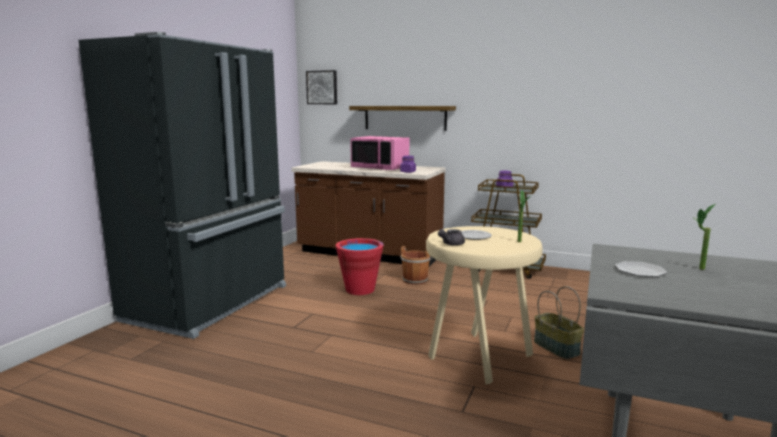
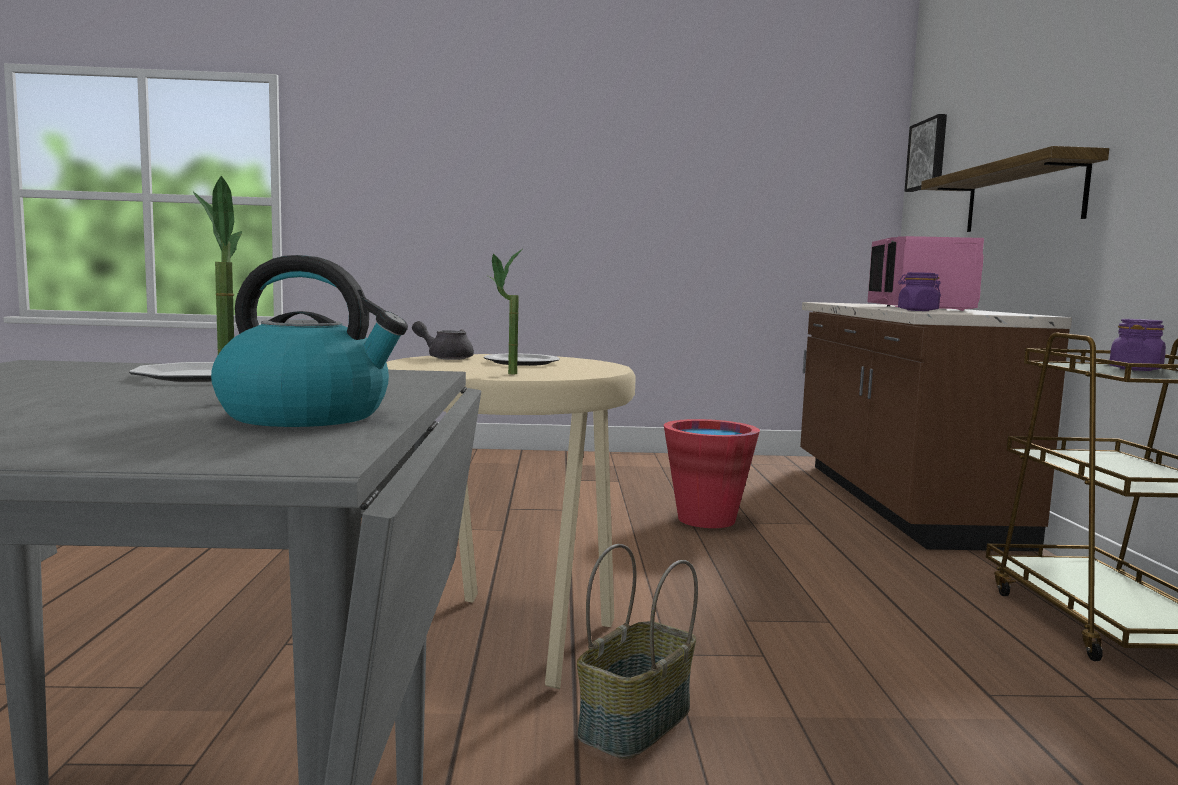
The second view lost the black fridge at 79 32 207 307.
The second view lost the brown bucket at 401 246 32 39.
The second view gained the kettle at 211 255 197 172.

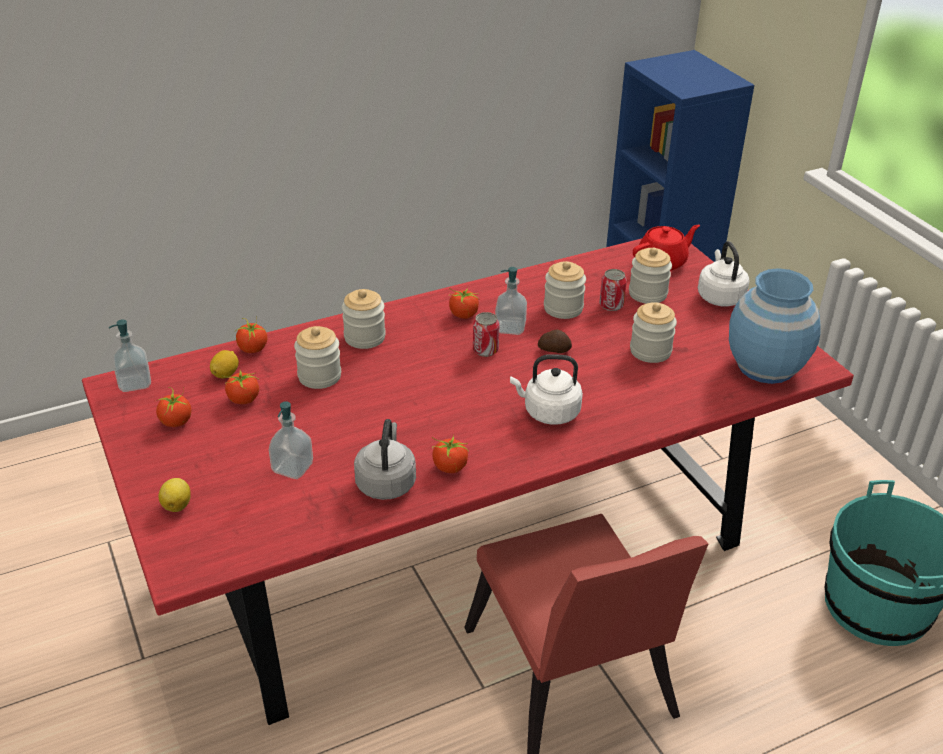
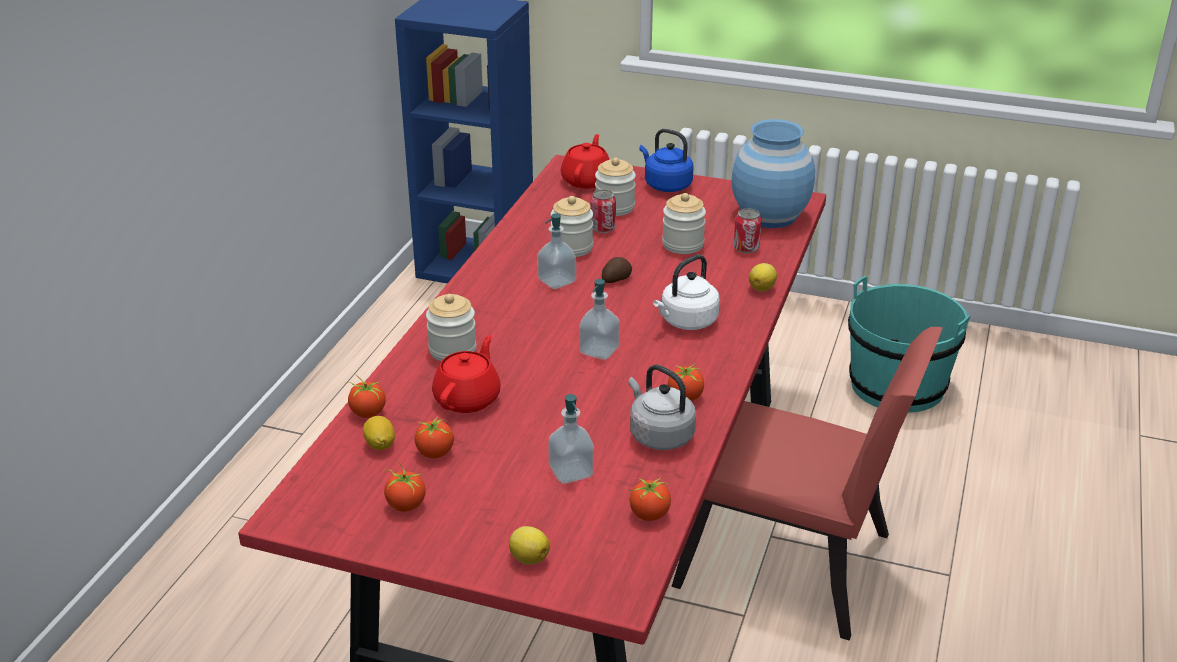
The second view gained the lemon at 749 263 28 29.
The soap dispenser ended up elsewhere, having gone from 109 320 42 72 to 579 279 41 81.
The tomato ended up elsewhere, having gone from 449 287 31 32 to 628 477 43 44.
The can ended up elsewhere, having gone from 473 312 26 45 to 734 208 28 45.
Where the jar stood at 294 326 47 63, the red teapot came to stand at 432 335 69 78.
What was the white kettle at 698 241 52 66 turned into the blue kettle at 639 129 55 63.

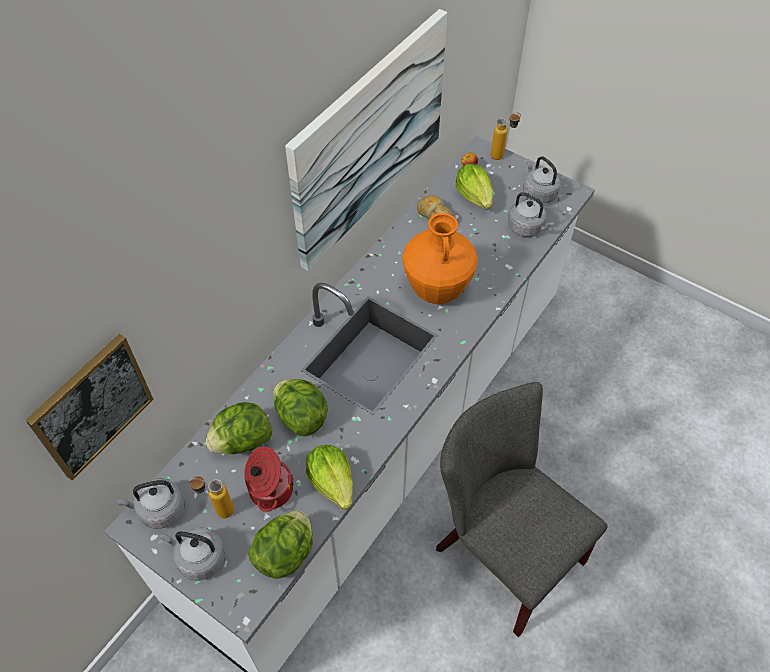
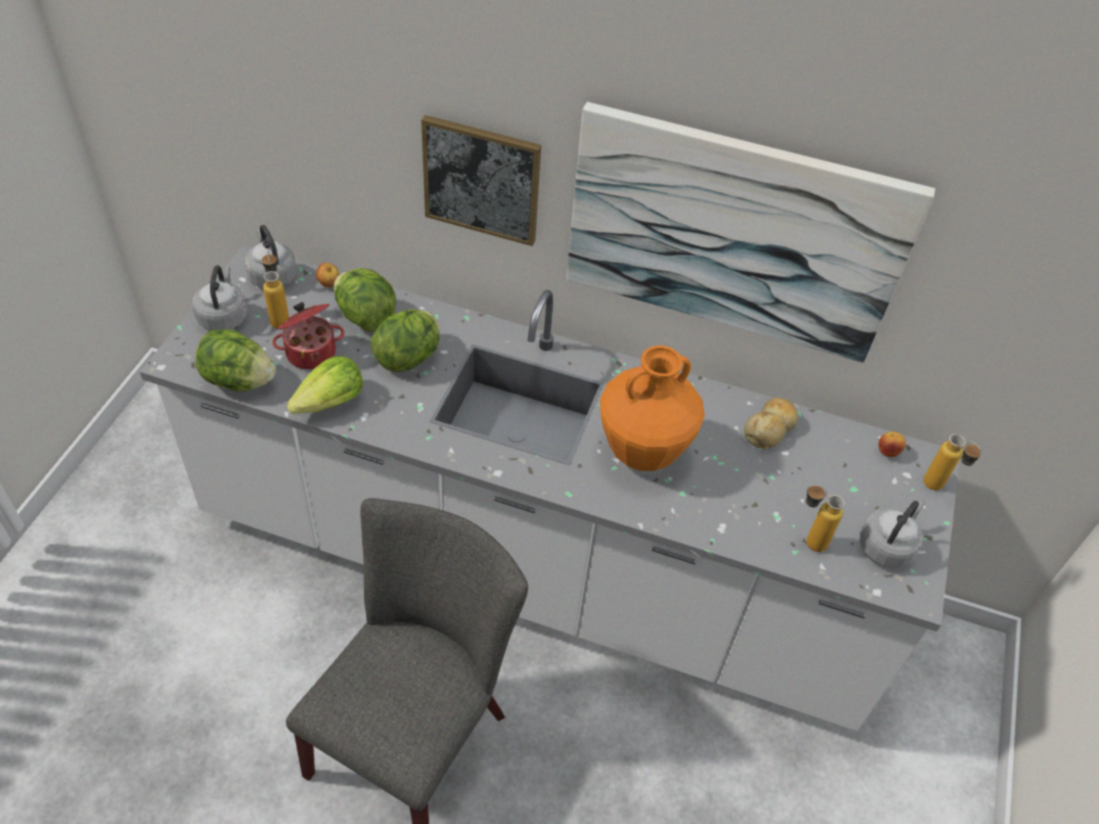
The second view lost the lettuce at 455 164 38 45.
The second view gained the apple at 316 263 24 24.
The picture ended up elsewhere, having gone from 25 334 129 147 to 421 115 120 131.
Where the grey kettle stood at 508 192 47 45, the bottle came to stand at 806 485 39 67.

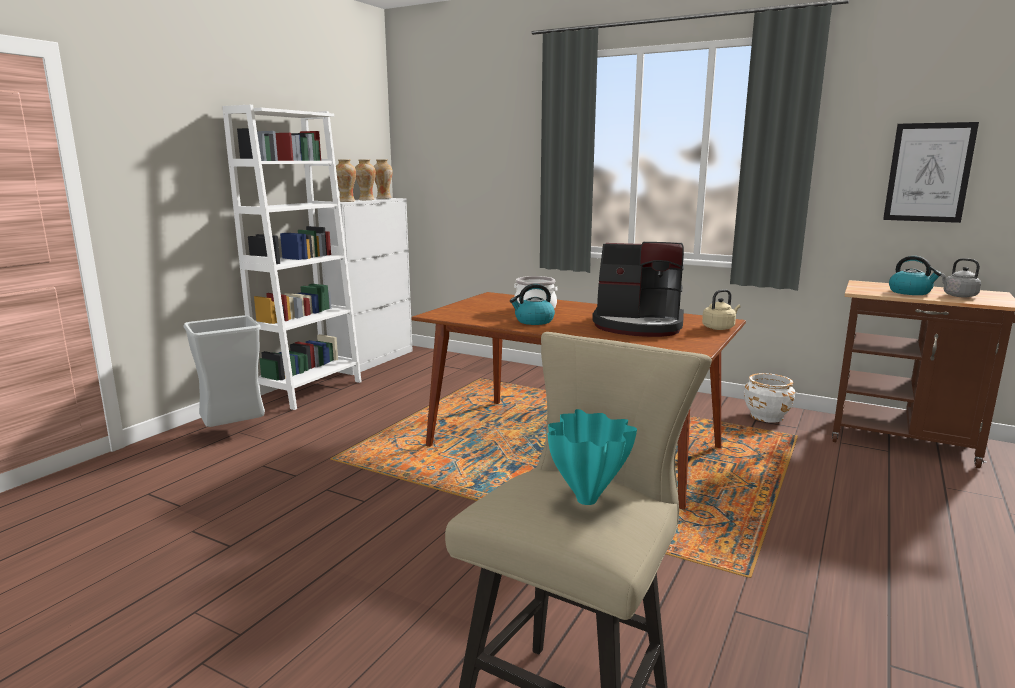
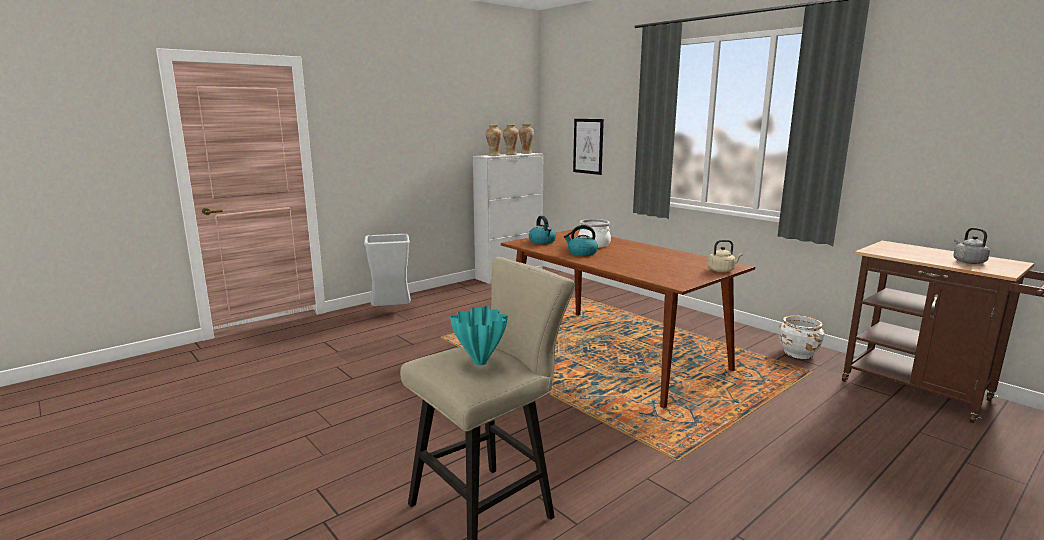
The second view lost the white bookcase at 222 105 140 305.
The second view lost the coffee machine at 592 242 92 95.
The picture ended up elsewhere, having gone from 883 122 96 101 to 573 119 31 56.
The kettle ended up elsewhere, having gone from 889 256 53 39 to 529 216 27 28.

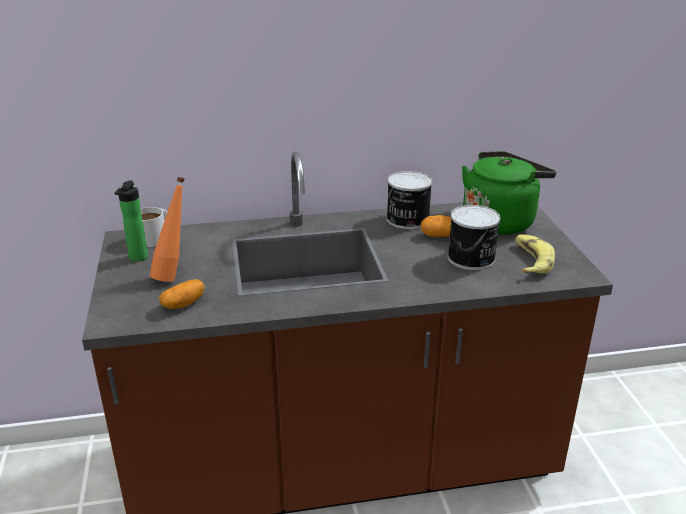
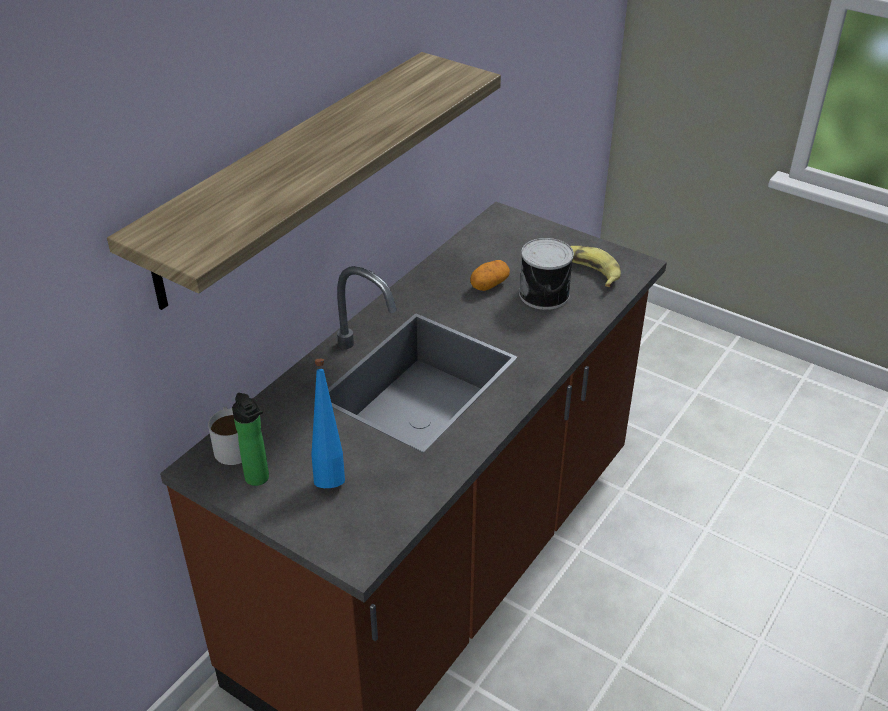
The second view lost the potato at 159 279 45 30.
The second view lost the can at 387 171 45 58.
The second view lost the green kettle at 462 151 94 84.
The second view gained the shelf at 107 52 394 258.
What was the orange bottle at 150 177 35 105 turned into the blue bottle at 311 359 34 129.

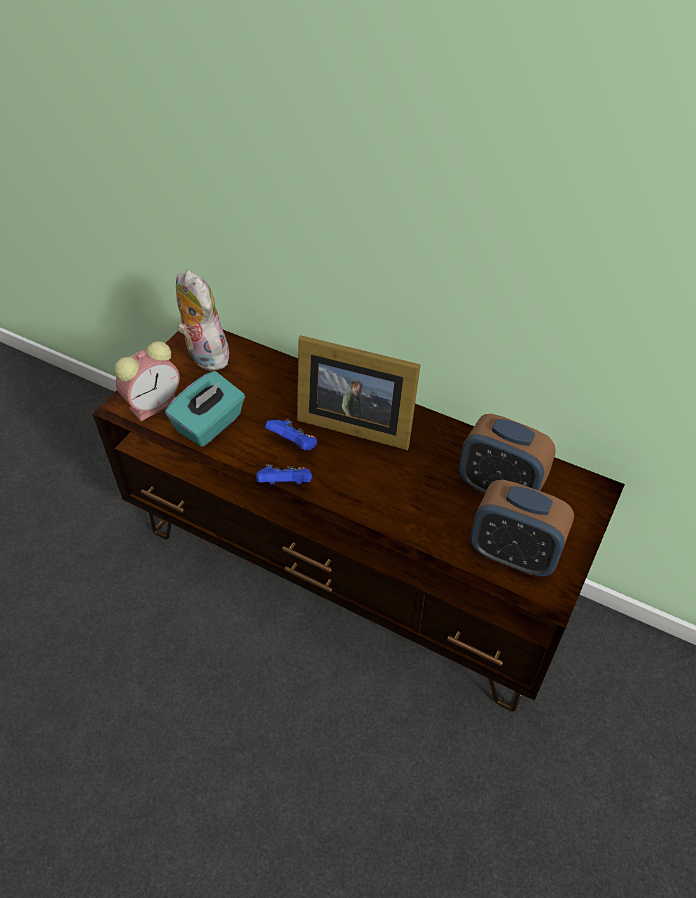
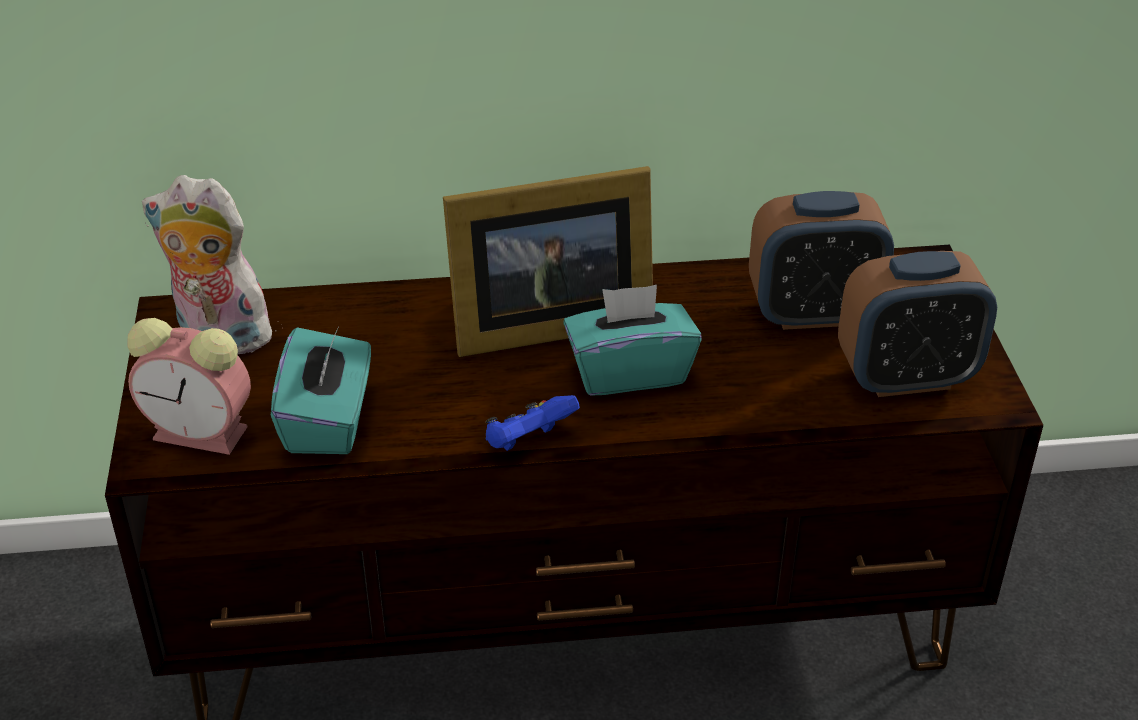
The second view lost the blue game controller at 265 418 52 32.
The second view gained the turquoise tissue box at 563 285 139 111.
The alarm clock at 115 341 65 80 ended up facing another way, 90 degrees clockwise from before.

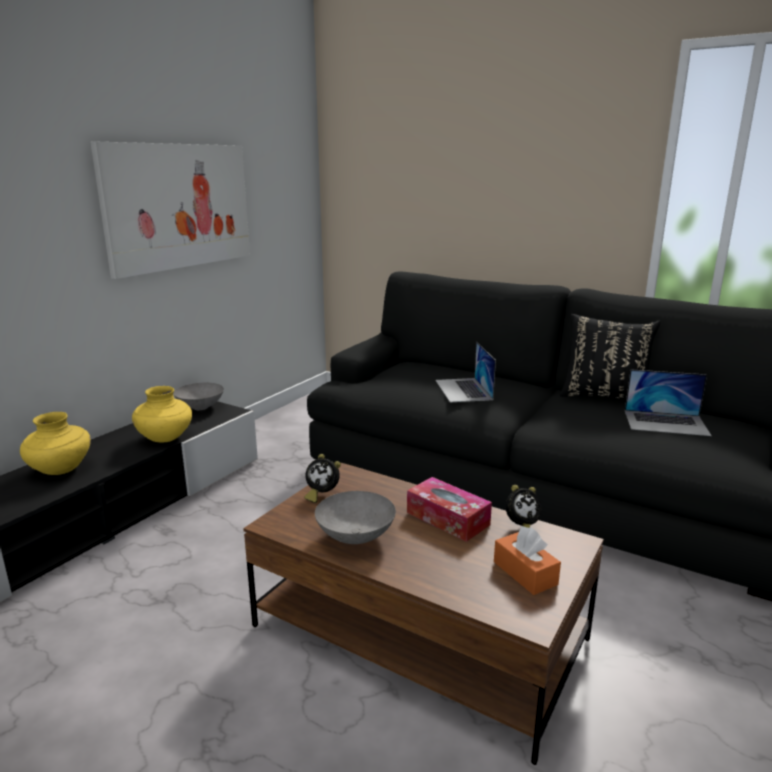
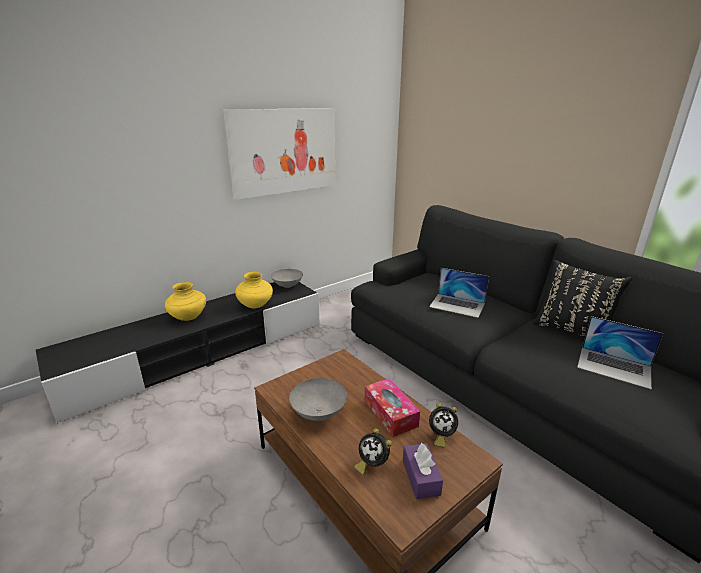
The alarm clock ended up elsewhere, having gone from 304 454 37 49 to 354 428 38 47.
What was the orange tissue box at 494 526 67 69 turned into the purple tissue box at 403 442 40 57.
The laptop at 435 342 61 60 ended up facing another way, 75 degrees counterclockwise from before.

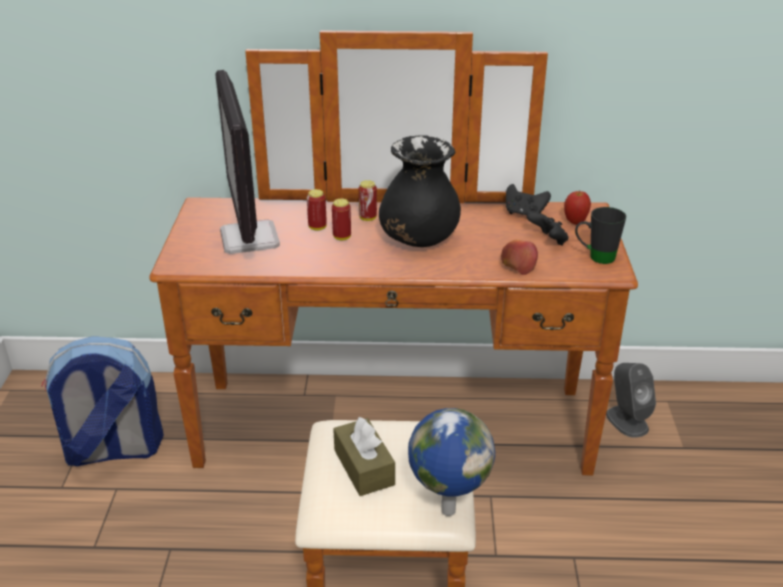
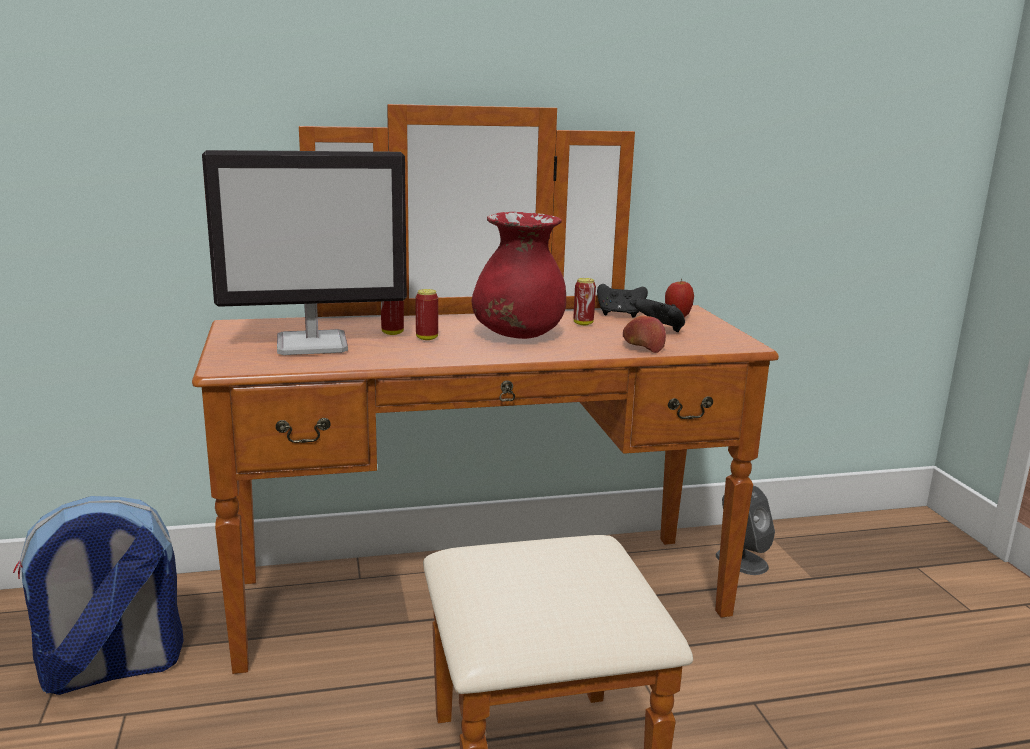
The second view lost the brown tissue box at 333 417 62 79.
The second view lost the globe at 408 408 87 108.
The second view lost the black mug at 575 207 51 57.
The can ended up elsewhere, having gone from 359 180 18 41 to 574 278 22 47.
What was the black vase at 379 135 82 112 turned into the red vase at 472 212 94 127.
The monitor at 215 70 65 184 ended up facing another way, 75 degrees counterclockwise from before.

